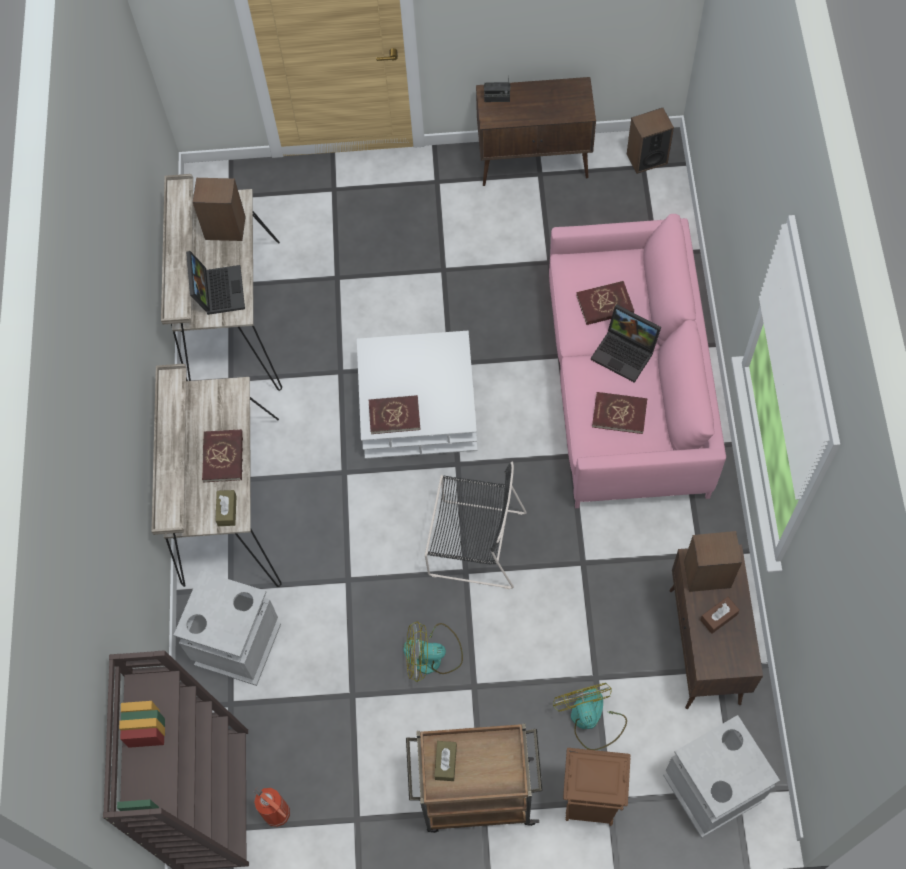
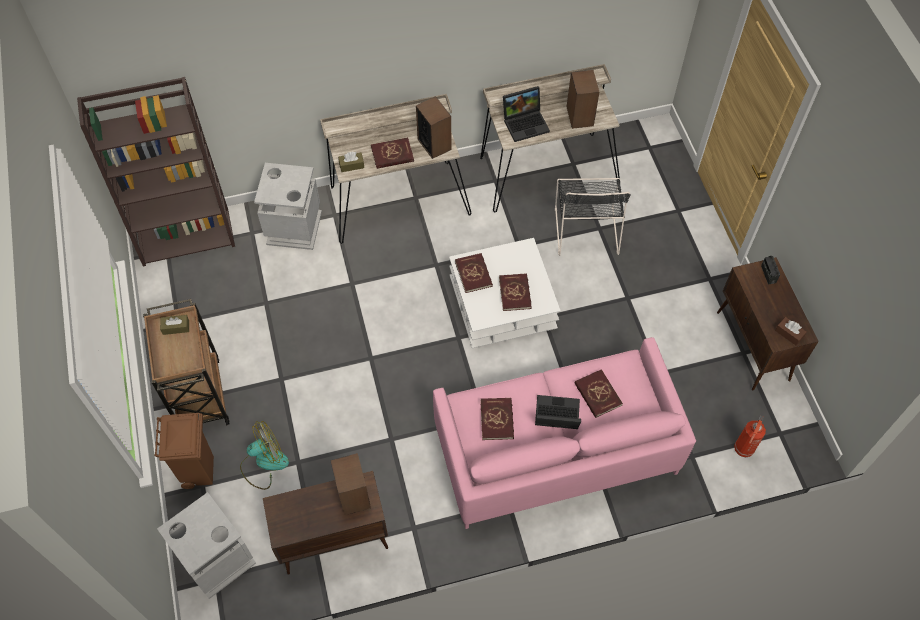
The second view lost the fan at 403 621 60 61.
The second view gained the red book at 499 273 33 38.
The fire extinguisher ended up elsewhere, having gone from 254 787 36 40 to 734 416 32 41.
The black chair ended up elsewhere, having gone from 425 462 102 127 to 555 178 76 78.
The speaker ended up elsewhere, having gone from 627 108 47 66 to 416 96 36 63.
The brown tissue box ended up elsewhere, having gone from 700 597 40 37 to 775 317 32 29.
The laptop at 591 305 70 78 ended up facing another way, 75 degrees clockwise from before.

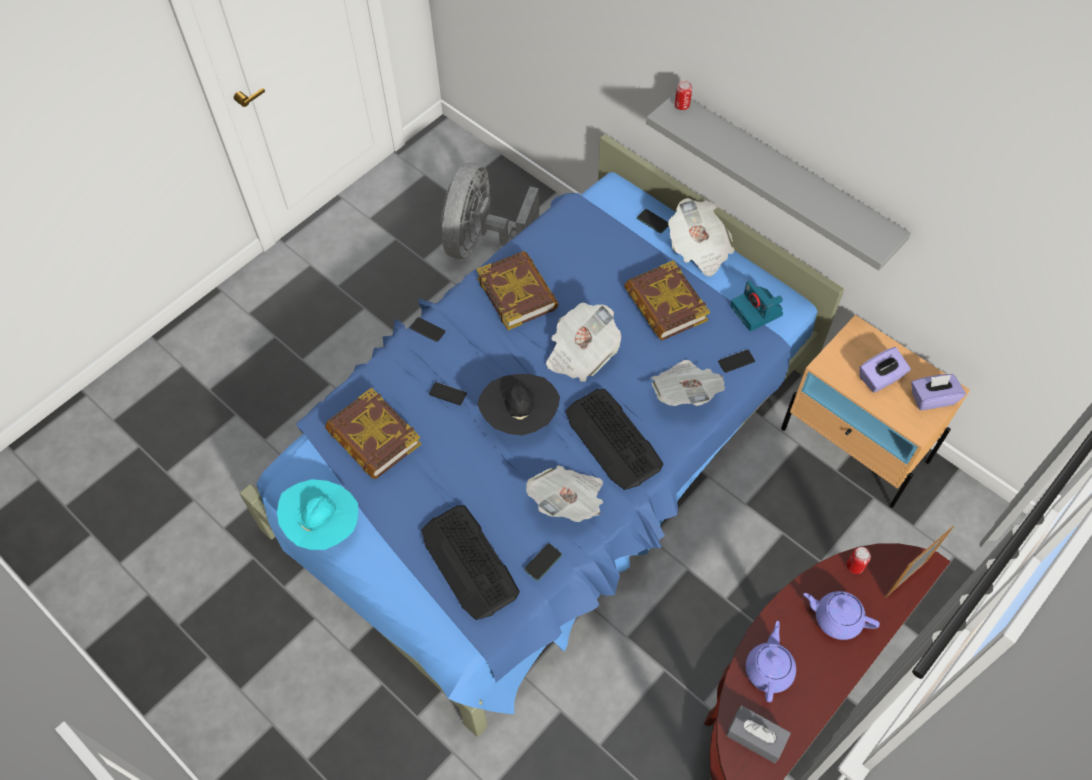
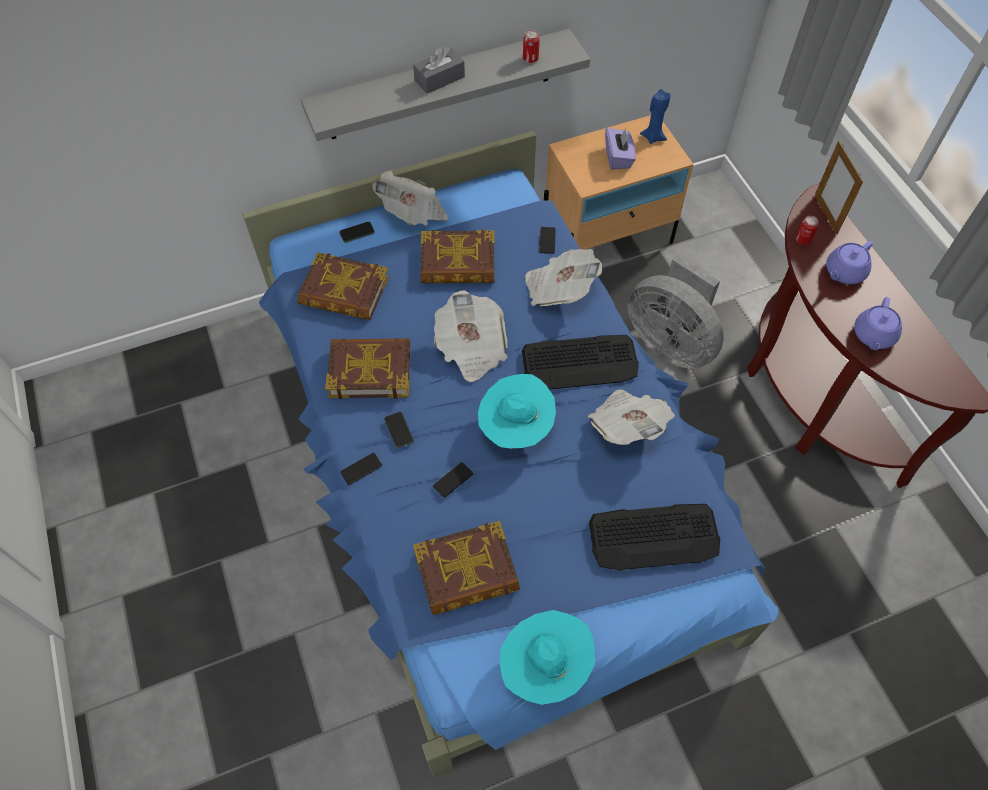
The second view lost the photo camera at 730 281 53 50.
The second view gained the book at 298 252 91 68.
The grey fan ended up elsewhere, having gone from 441 162 98 97 to 628 254 96 115.
The phone ended up elsewhere, having gone from 524 543 38 38 to 384 412 30 36.
The can ended up elsewhere, having gone from 675 80 17 30 to 523 30 17 33.
The grey tissue box ended up elsewhere, having gone from 726 705 65 58 to 413 46 52 48.
Where the purple tissue box stood at 911 374 55 36, the blue candle came to stand at 640 89 30 55.
What was the black hat at 477 374 83 61 turned into the turquoise hat at 478 374 78 74.
The purple teapot at 746 621 50 81 ended up facing another way, 105 degrees counterclockwise from before.

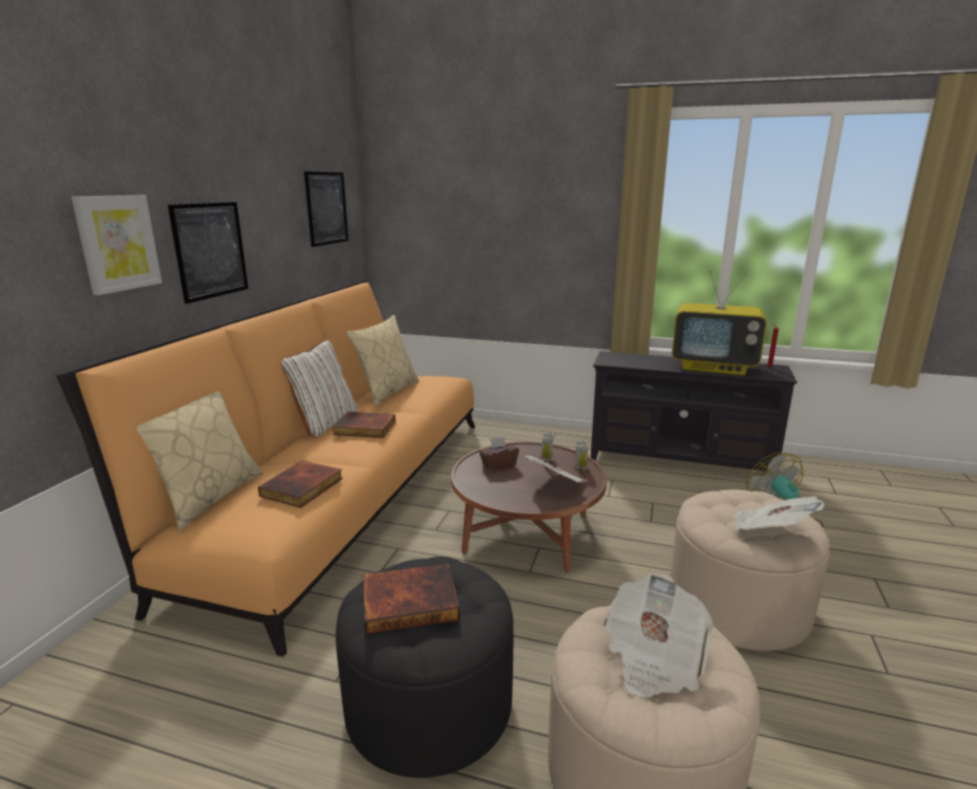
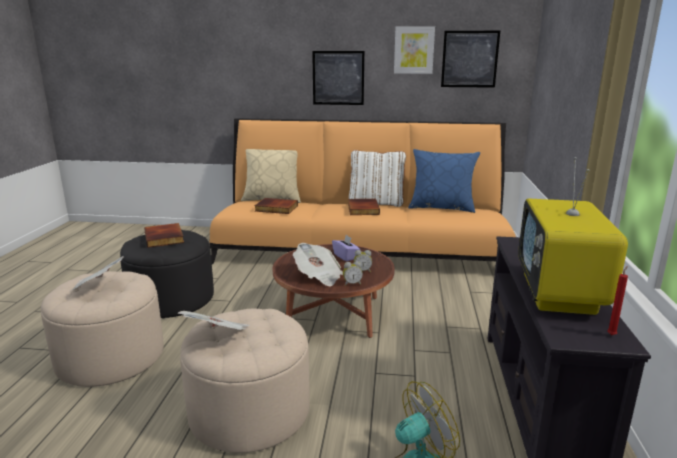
The picture ended up elsewhere, having gone from 71 195 91 100 to 394 26 41 48.
What was the beige pillow at 347 315 72 91 turned into the blue pillow at 408 149 72 64.
What was the brown tissue box at 479 437 40 33 turned into the purple tissue box at 332 235 28 26.

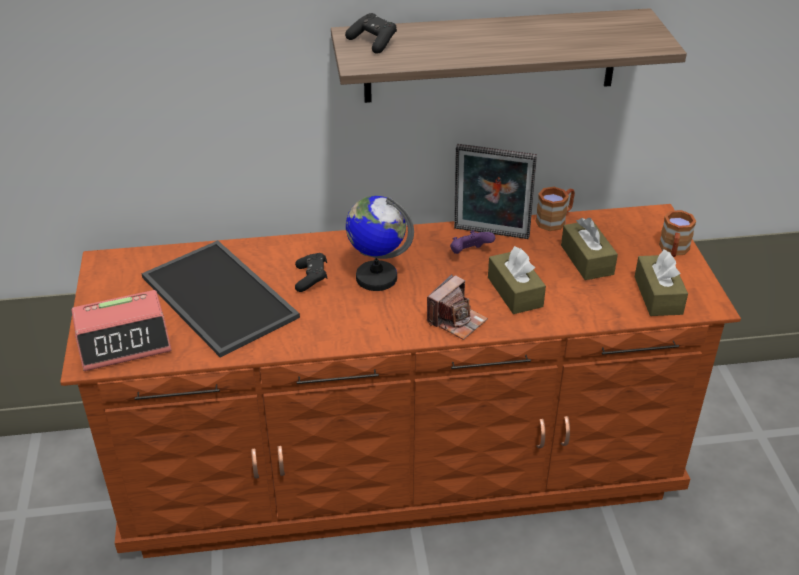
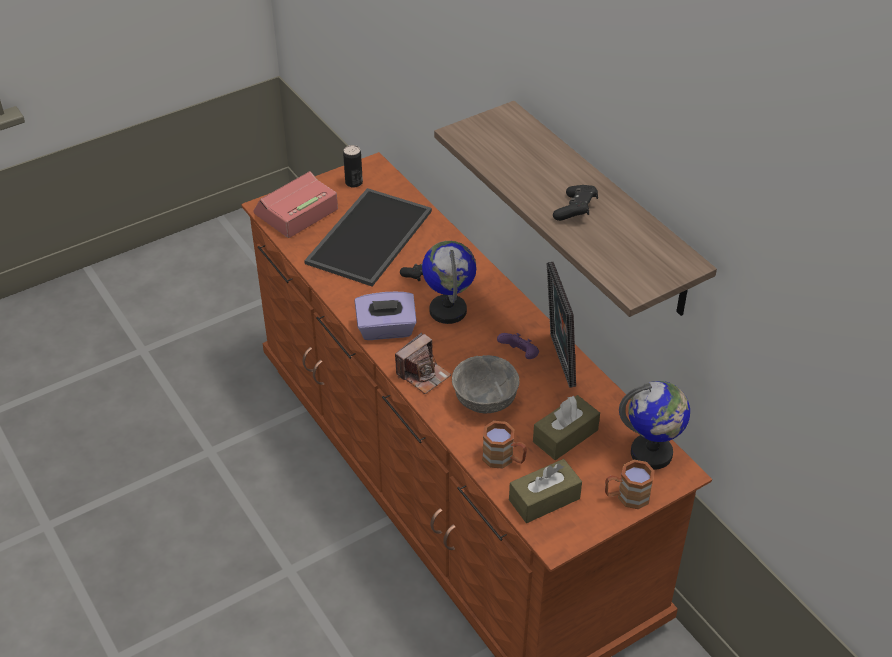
The second view gained the can at 343 145 20 43.
The second view gained the purple tissue box at 355 292 62 48.
The second view gained the globe at 619 381 71 89.
The black game controller ended up elsewhere, having gone from 345 13 52 41 to 553 185 45 36.
The brown mug ended up elsewhere, having gone from 536 187 39 44 to 482 421 45 48.
Where the brown tissue box stood at 488 246 58 68, the grey bowl came to stand at 452 355 67 58.
The alarm clock at 72 290 100 81 ended up facing another way, 90 degrees clockwise from before.
The photo camera at 427 274 61 66 ended up facing another way, 60 degrees counterclockwise from before.

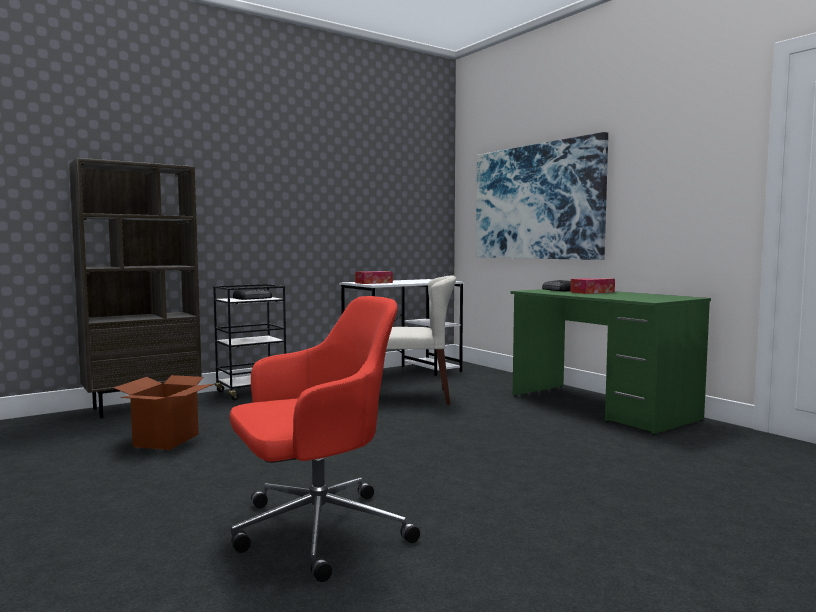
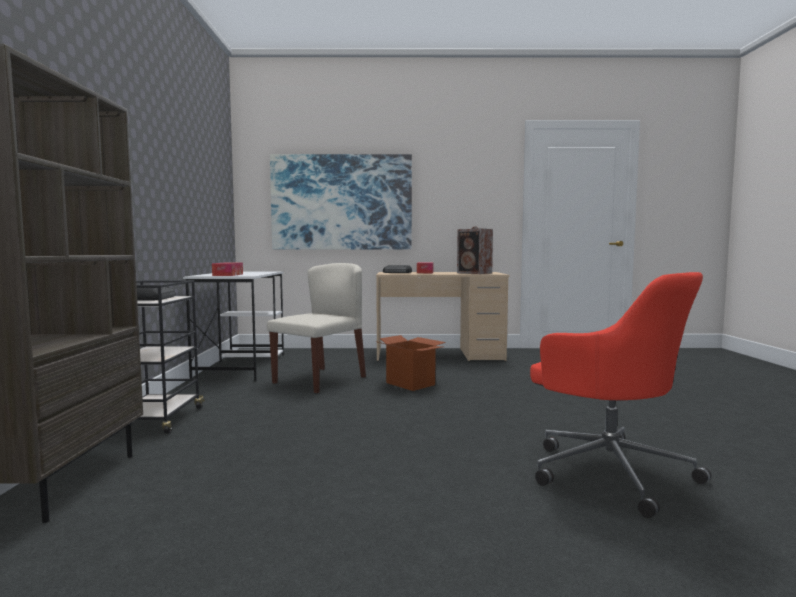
The second view gained the speaker at 457 227 36 47.
The cardboard box ended up elsewhere, having gone from 113 375 101 75 to 375 335 71 56.
What was the green desk at 510 289 201 146 turned into the beige desk at 376 272 133 89.
The red office chair at 229 296 191 286 ended up facing another way, 135 degrees clockwise from before.

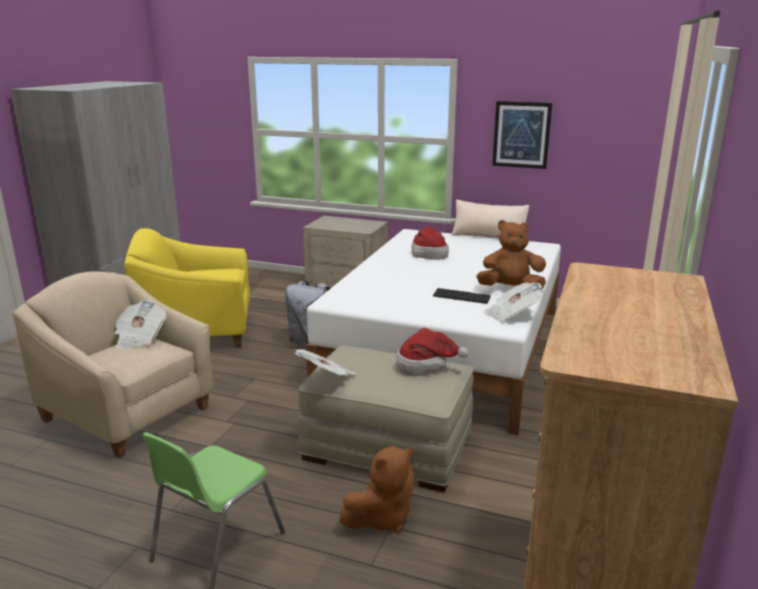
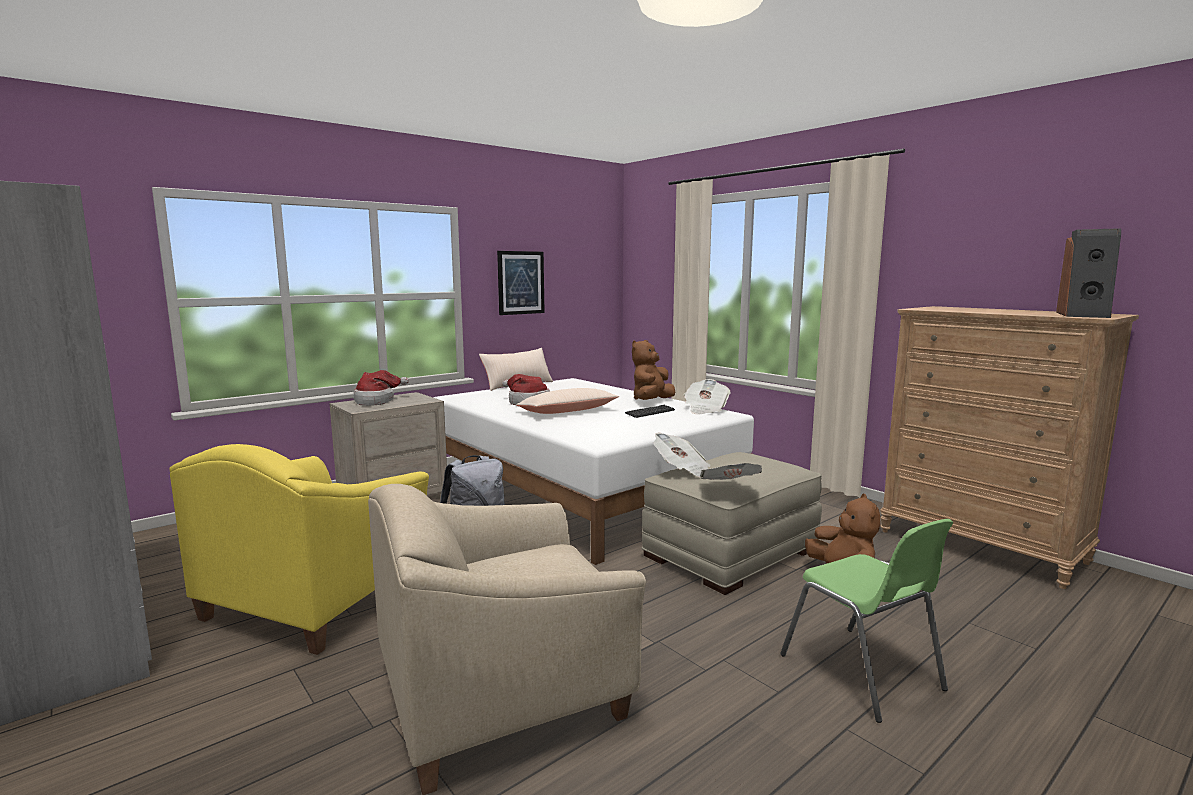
The second view gained the beige pillow at 516 388 103 26.
The second view gained the speaker at 1056 228 65 90.
The newspaper ended up elsewhere, having gone from 114 300 52 49 to 653 433 57 45.
The hat ended up elsewhere, having gone from 396 328 73 48 to 353 370 56 36.

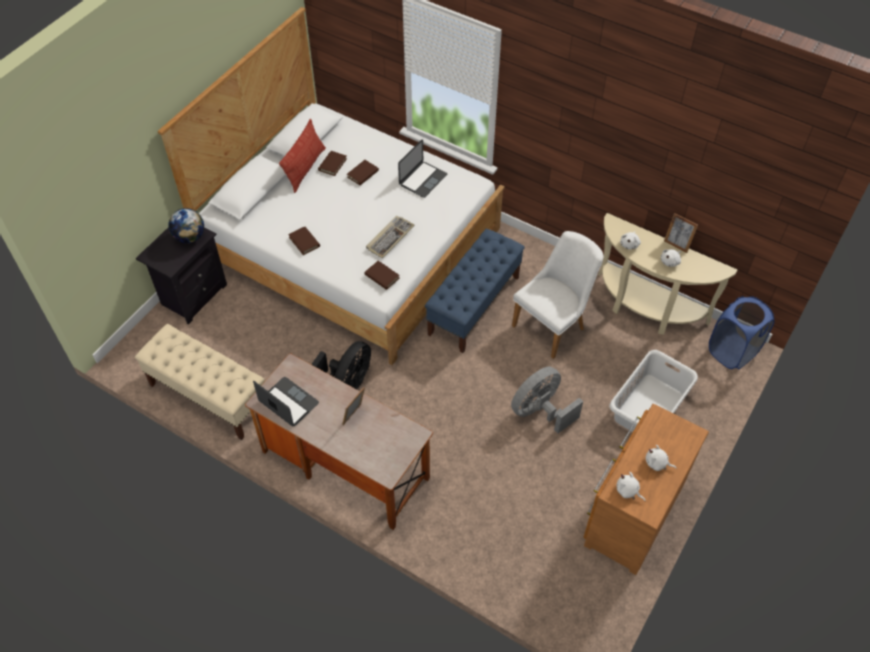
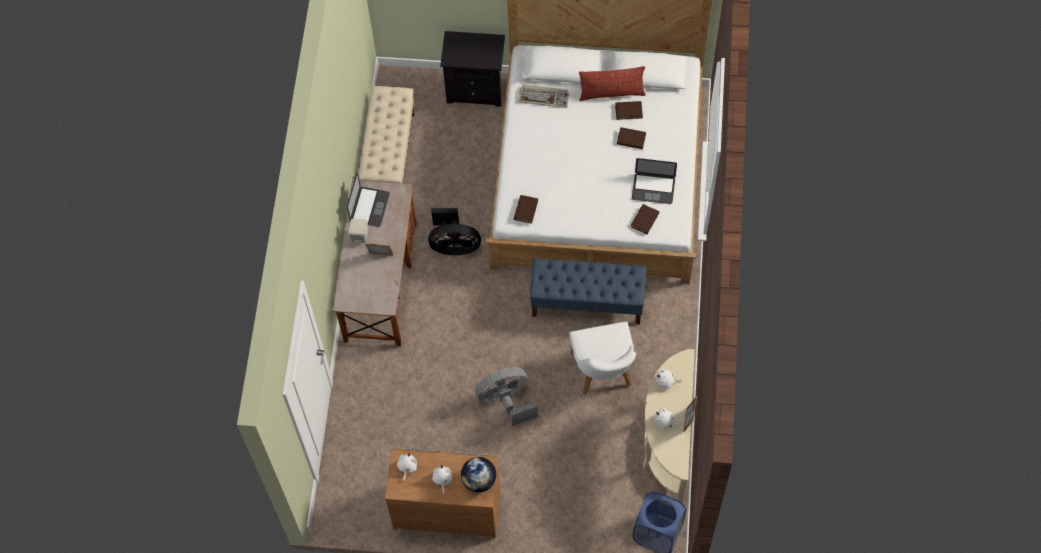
The second view lost the white laundry basket at 609 350 89 82.
The second view gained the beige speaker at 348 219 20 24.
The globe ended up elsewhere, having gone from 168 208 36 35 to 461 457 35 35.
The brown book ended up elsewhere, having gone from 288 227 32 28 to 631 204 29 30.
The keyboard ended up elsewhere, having gone from 366 216 49 43 to 518 84 51 24.
The grey fan at 511 366 72 67 ended up facing another way, 45 degrees counterclockwise from before.
The white chair at 512 231 91 128 ended up facing another way, 60 degrees clockwise from before.

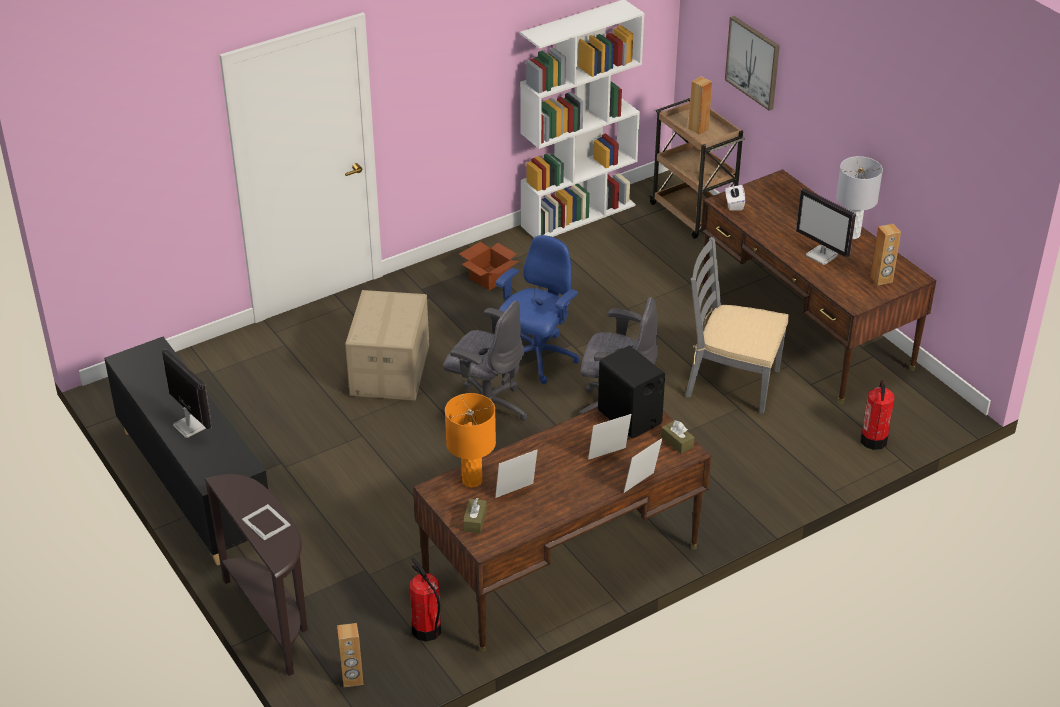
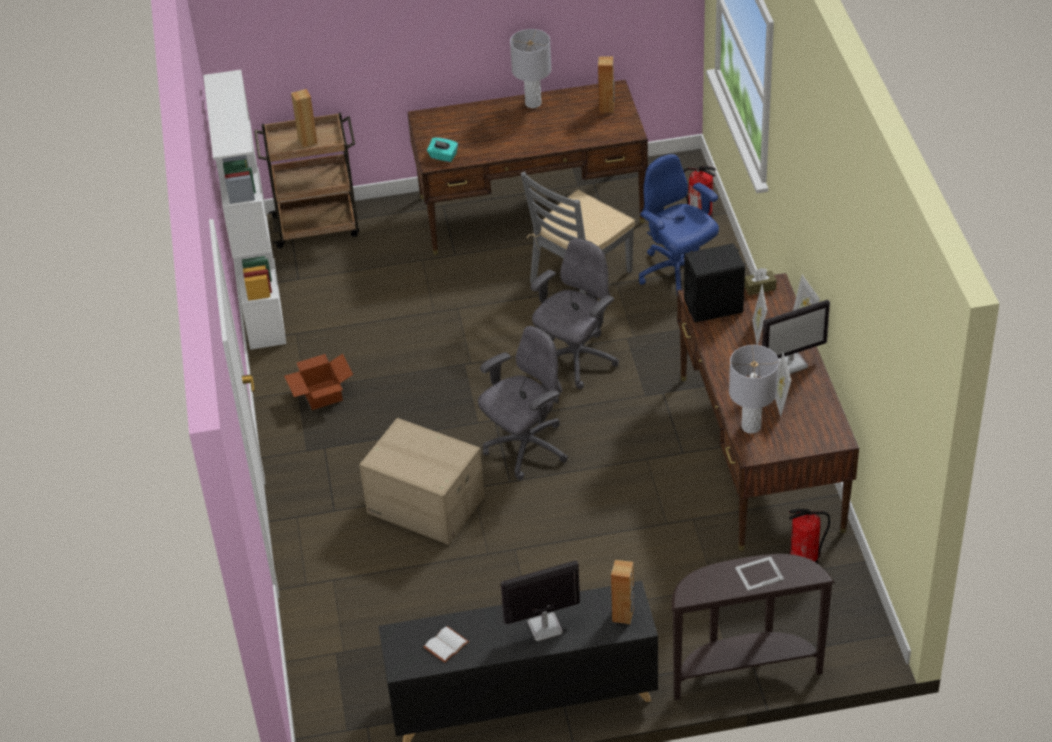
The second view lost the brown tissue box at 463 498 24 35.
The second view lost the picture at 725 16 55 95.
The second view gained the white book at 423 626 46 37.
The brown speaker ended up elsewhere, having gone from 337 623 27 64 to 611 560 23 64.
The blue office chair ended up elsewhere, having gone from 496 235 84 149 to 639 154 80 138.
The monitor ended up elsewhere, having gone from 796 188 60 77 to 762 300 68 74.
What was the orange table lamp at 445 393 51 95 turned into the grey table lamp at 729 345 50 89.
What was the white tissue box at 725 185 20 26 turned into the turquoise tissue box at 427 137 31 25.

